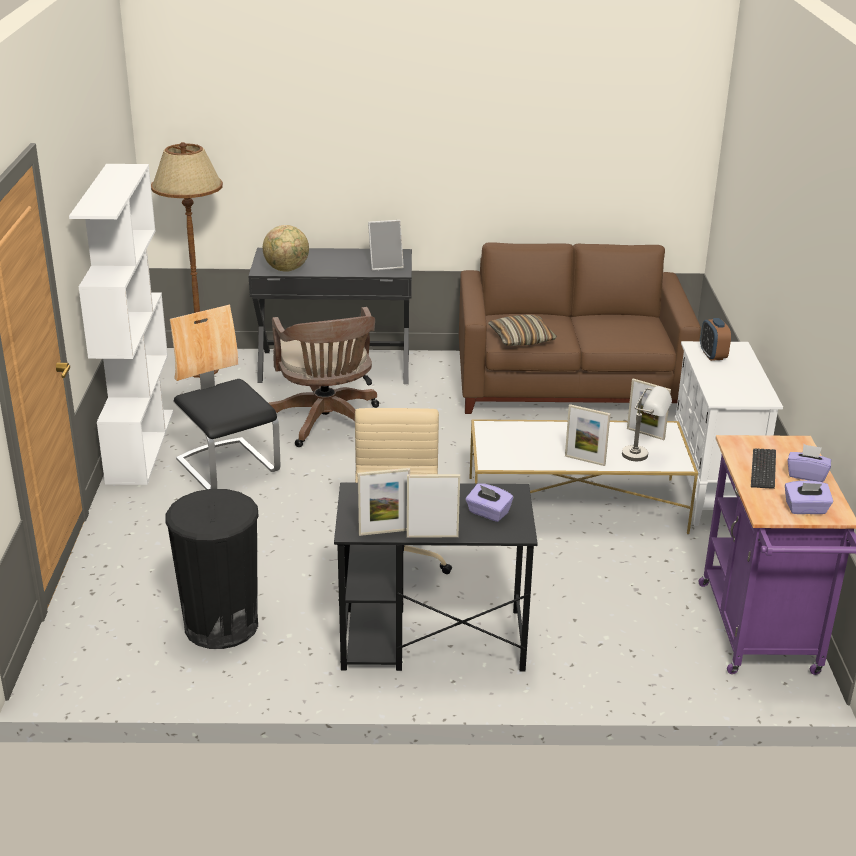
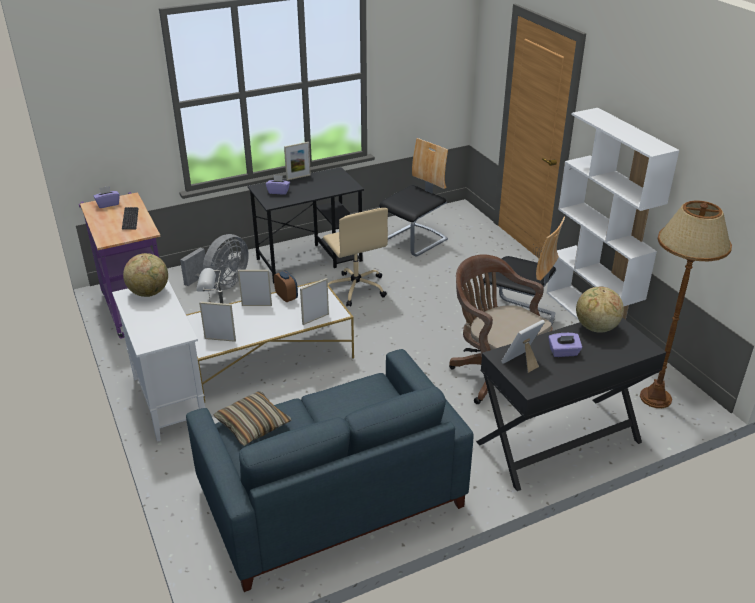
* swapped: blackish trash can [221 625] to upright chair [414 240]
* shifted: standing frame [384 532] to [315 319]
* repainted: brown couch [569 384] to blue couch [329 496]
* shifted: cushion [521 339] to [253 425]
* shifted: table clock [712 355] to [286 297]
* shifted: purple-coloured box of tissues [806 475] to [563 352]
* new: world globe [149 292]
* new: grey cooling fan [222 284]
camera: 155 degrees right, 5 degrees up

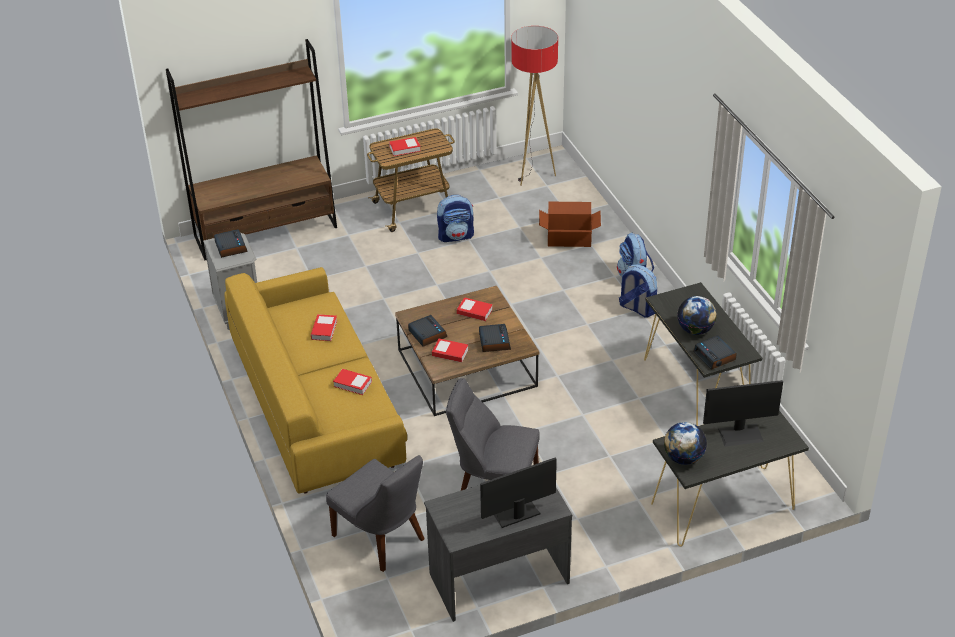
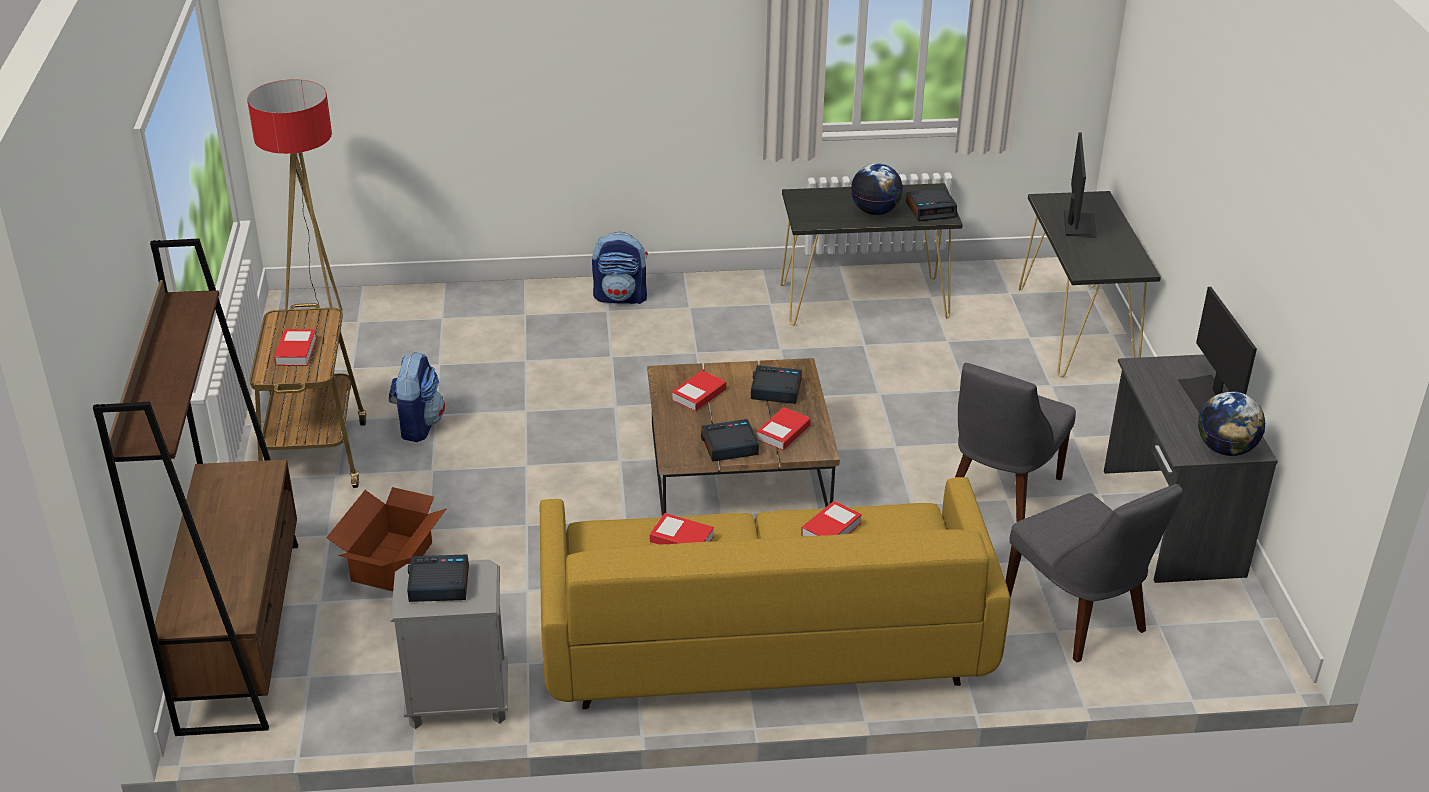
* rotated: grey upright chair [381 539] = [1079 617] 90 degrees clockwise
* shifted: cardboard box [569 238] to [393 561]
* gone: backpack [637 308]
* shifted: world globe [683 458] to [1225 449]
camera: 75 degrees left, 5 degrees down

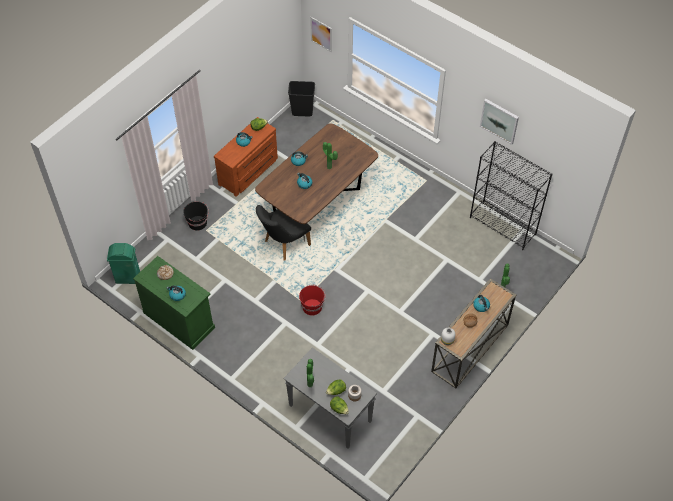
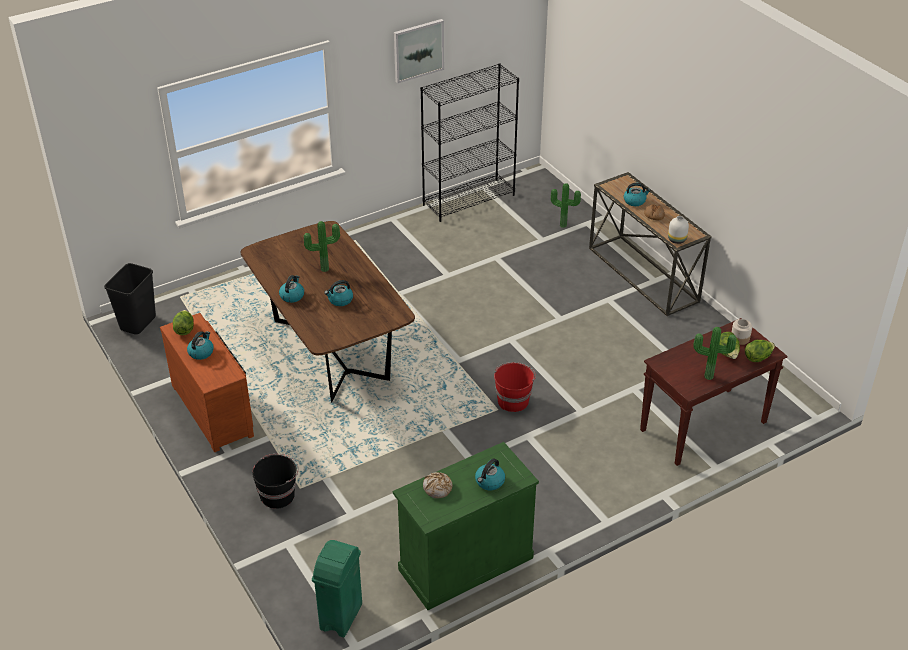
* gone: blackish upright chair [283 244]
* repainted: grey hall table [329 413] to brown hall table [703 427]
* gone: wall picture [321 34]
camera: 70 degrees left, 15 degrees down

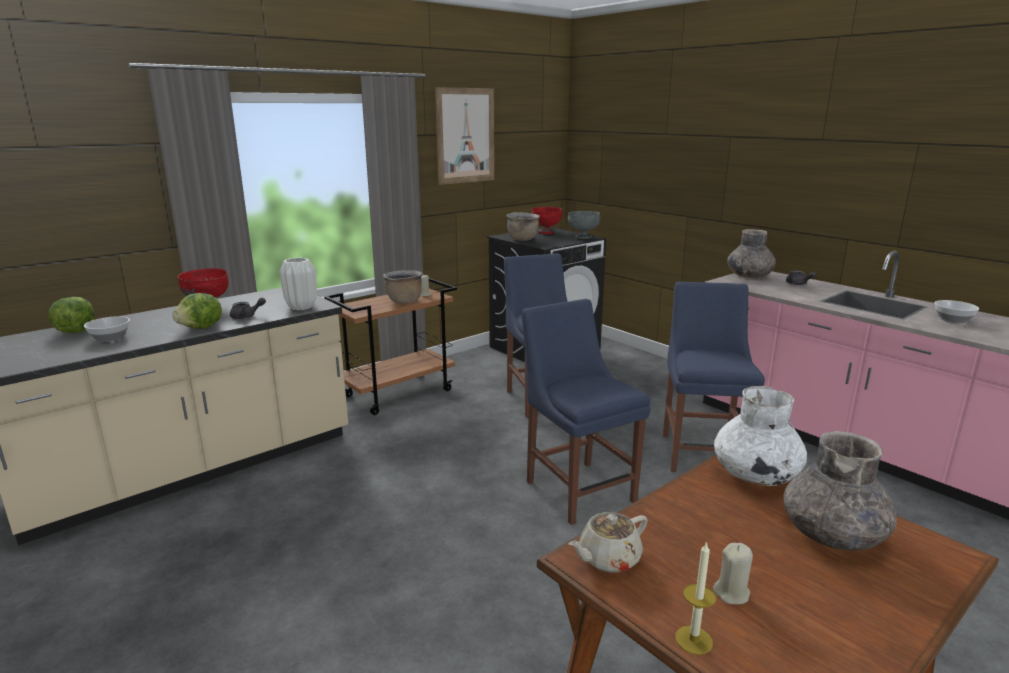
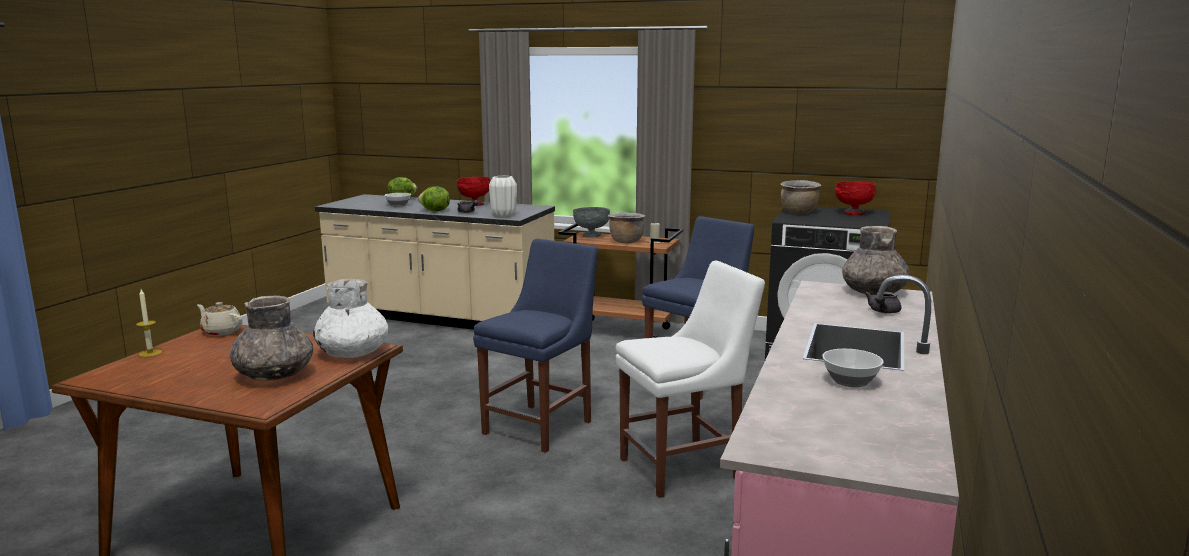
* gone: wall picture [465 136]
* shifted: grey bowl [583 237] to [591 236]
* repainted: blue upright chair [702 452] to white upright chair [685 468]
* gone: sand-coloured wax light [731 593]
camera: 60 degrees right, 5 degrees down

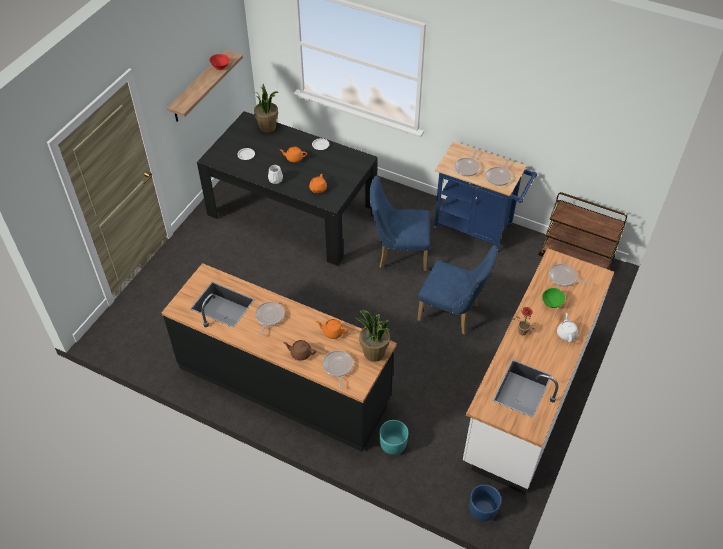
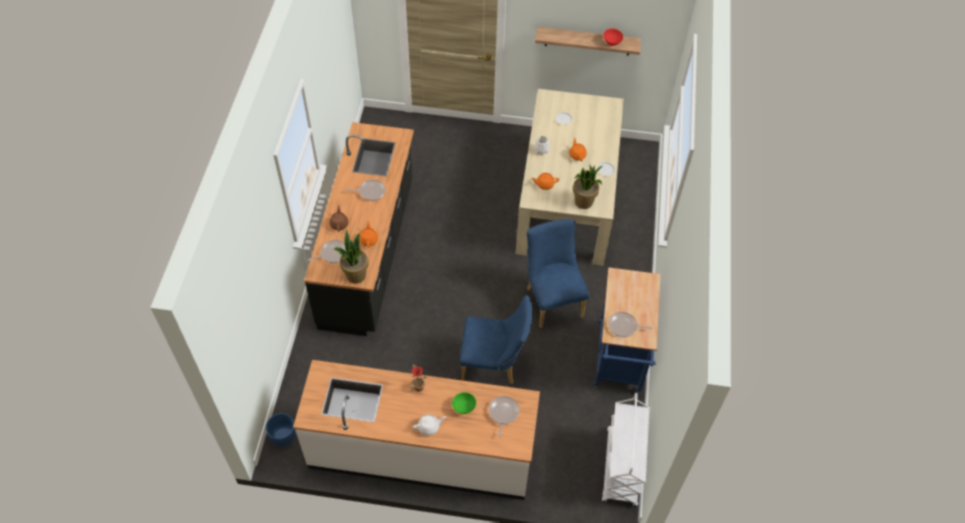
* repainted: blackish kitchen table [291 212] to sand-coloured kitchen table [566 198]
* shifted: plant in a pot [268 127] to [584 202]
* gone: turquoise-coloured flower pot [392 445]
* rotated: blue upright chair [453 314] = [494 364] 90 degrees counterclockwise
* gone: frying pan [467 168]
* repainted: brown trolley [576 257] to white trolley [621 468]
camera: 70 degrees right, 5 degrees up

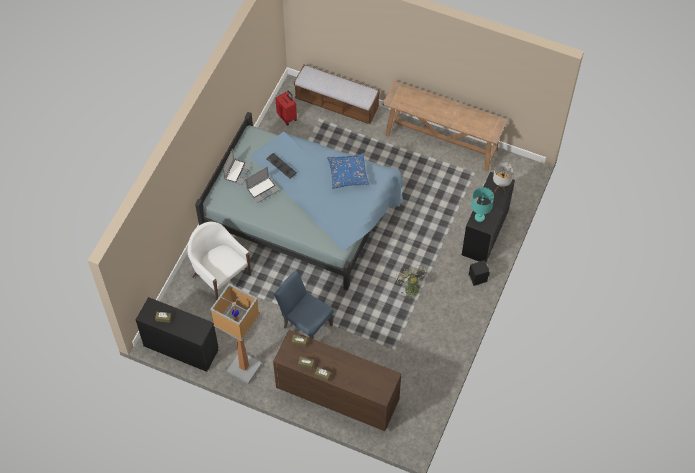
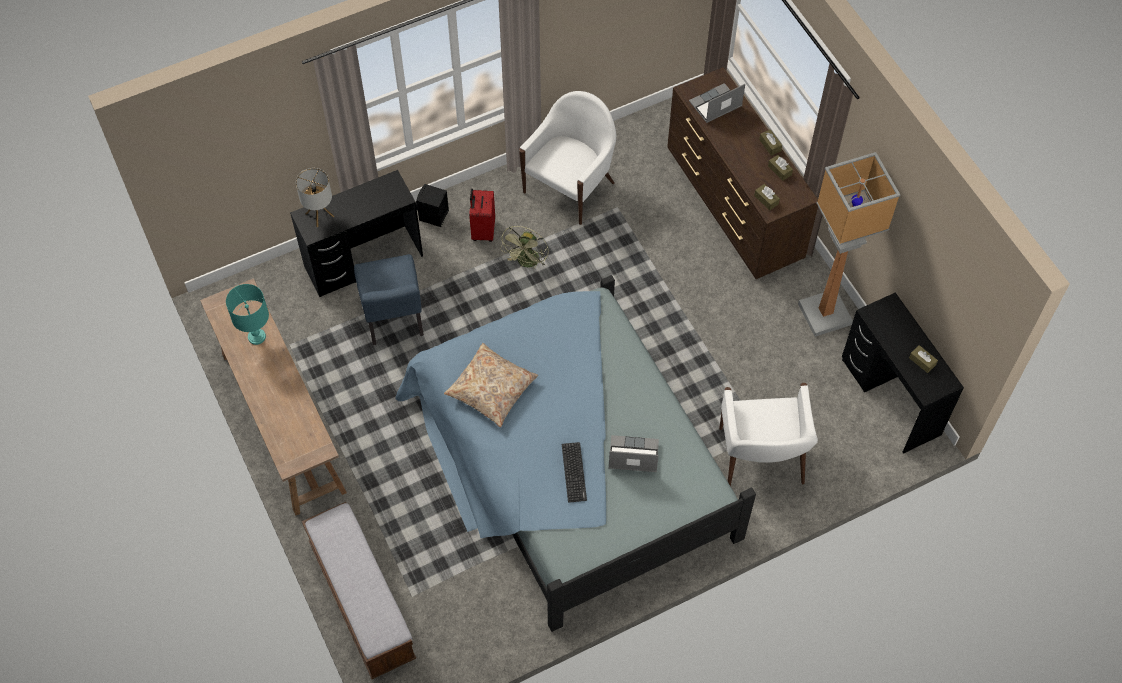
* shifted: notebook computer [237 172] to [715 105]
* shifted: blue upright chair [305 324] to [394 320]
* shifted: red travel case [287 117] to [482 230]
* repainted: blue cushion [348 174] to sand-coloured cushion [491 389]
* shifted: turquoise-coloured lamp for a table [479 217] to [257 336]
* new: white easy chair [570 186]
camera: 140 degrees left, 0 degrees up

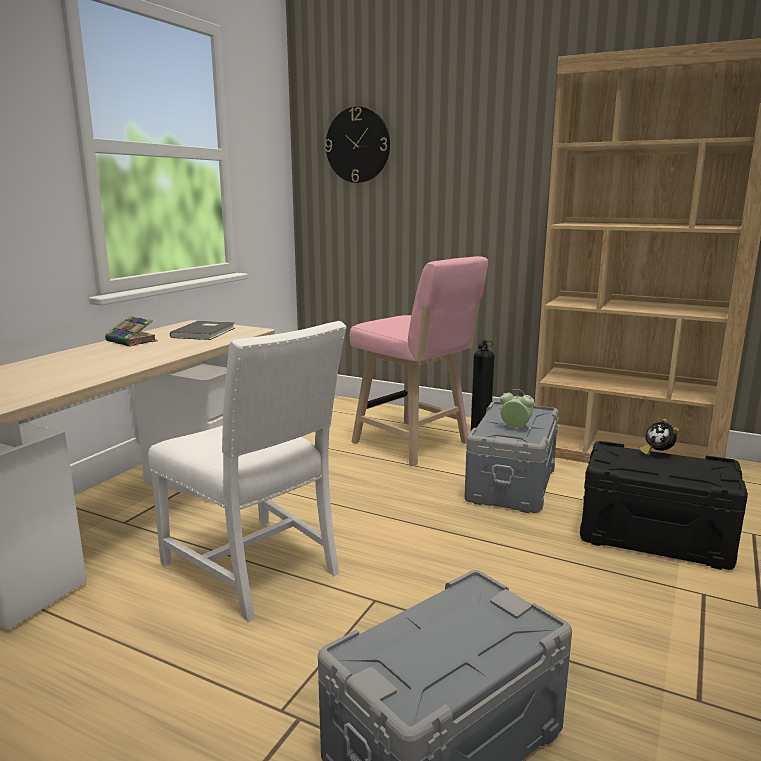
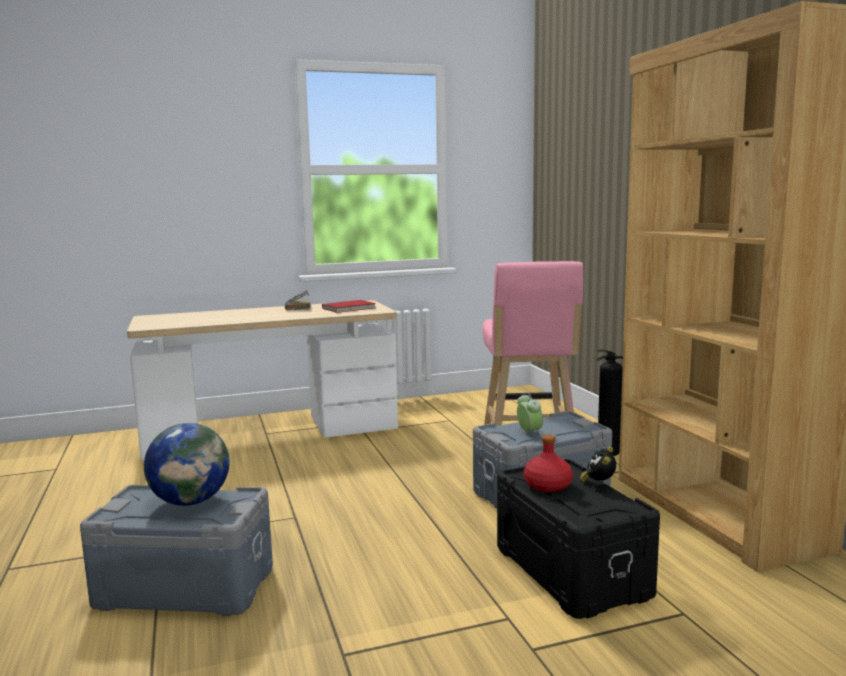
* gone: white upright chair [256 568]
* repainted: grey volume [205 332] to red volume [350 308]
* gone: wall clock [358 145]
* new: world globe [191 501]
* new: red drink bottle [547 486]
camera: 45 degrees right, 5 degrees down

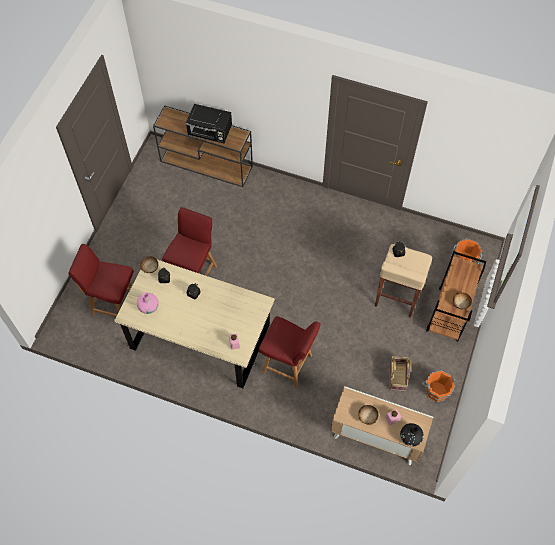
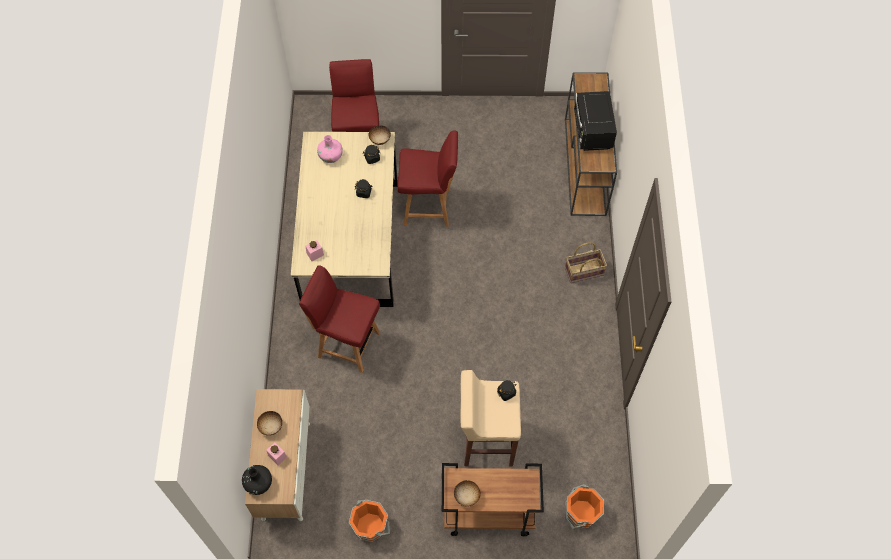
* rotated: red upright chair [288 364] = [347 344] 105 degrees clockwise
* shifted: storage basket [397 377] to [584 272]
camera: 70 degrees right, 0 degrees up

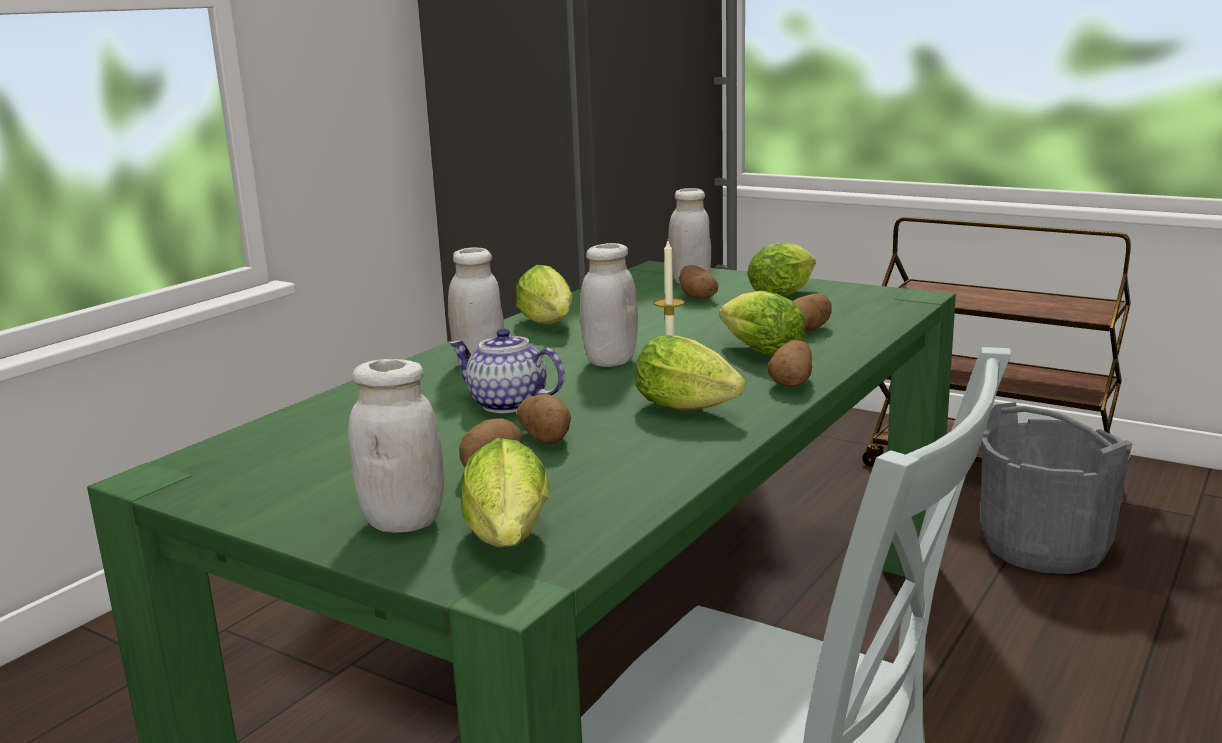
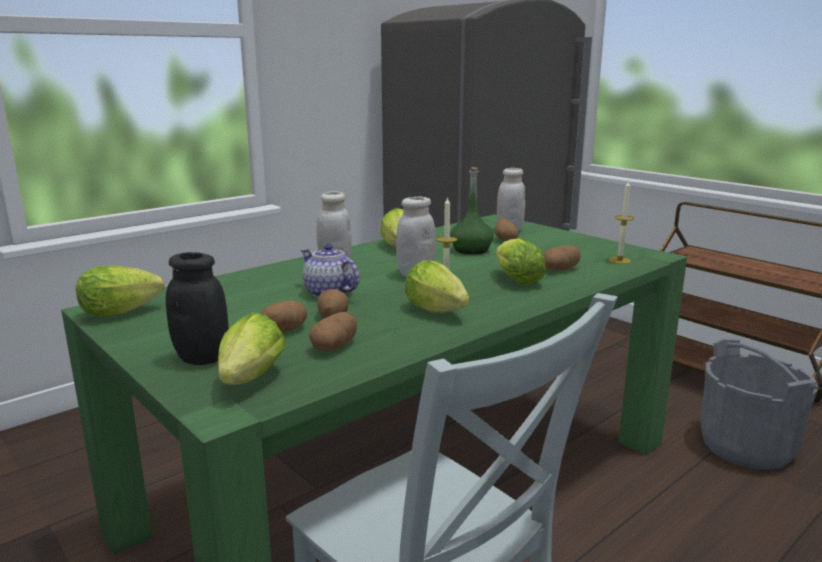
* repainted: white preserve jar [403 522] to blackish preserve jar [202 358]
* shifted: lettuce [784 294] to [125 312]
* shifted: potato [792 383] to [334 347]
* new: green drink bottle [471 250]
* new: wax light [619 260]
camera: 15 degrees right, 0 degrees up

